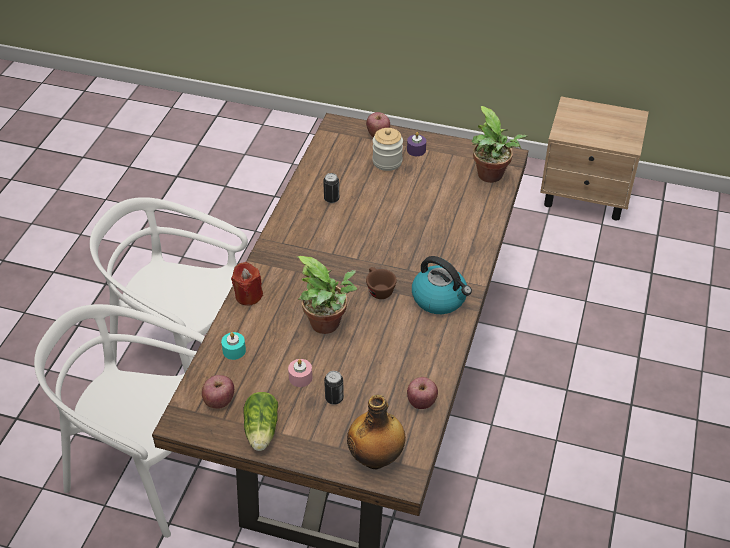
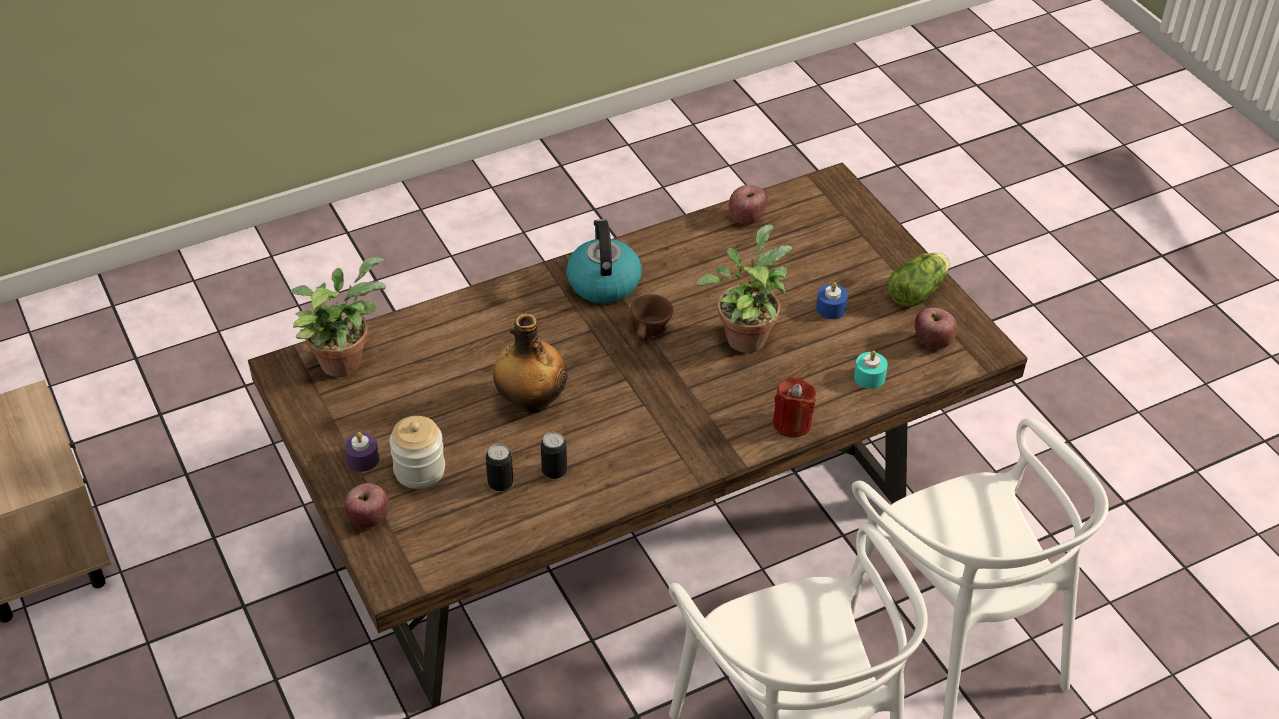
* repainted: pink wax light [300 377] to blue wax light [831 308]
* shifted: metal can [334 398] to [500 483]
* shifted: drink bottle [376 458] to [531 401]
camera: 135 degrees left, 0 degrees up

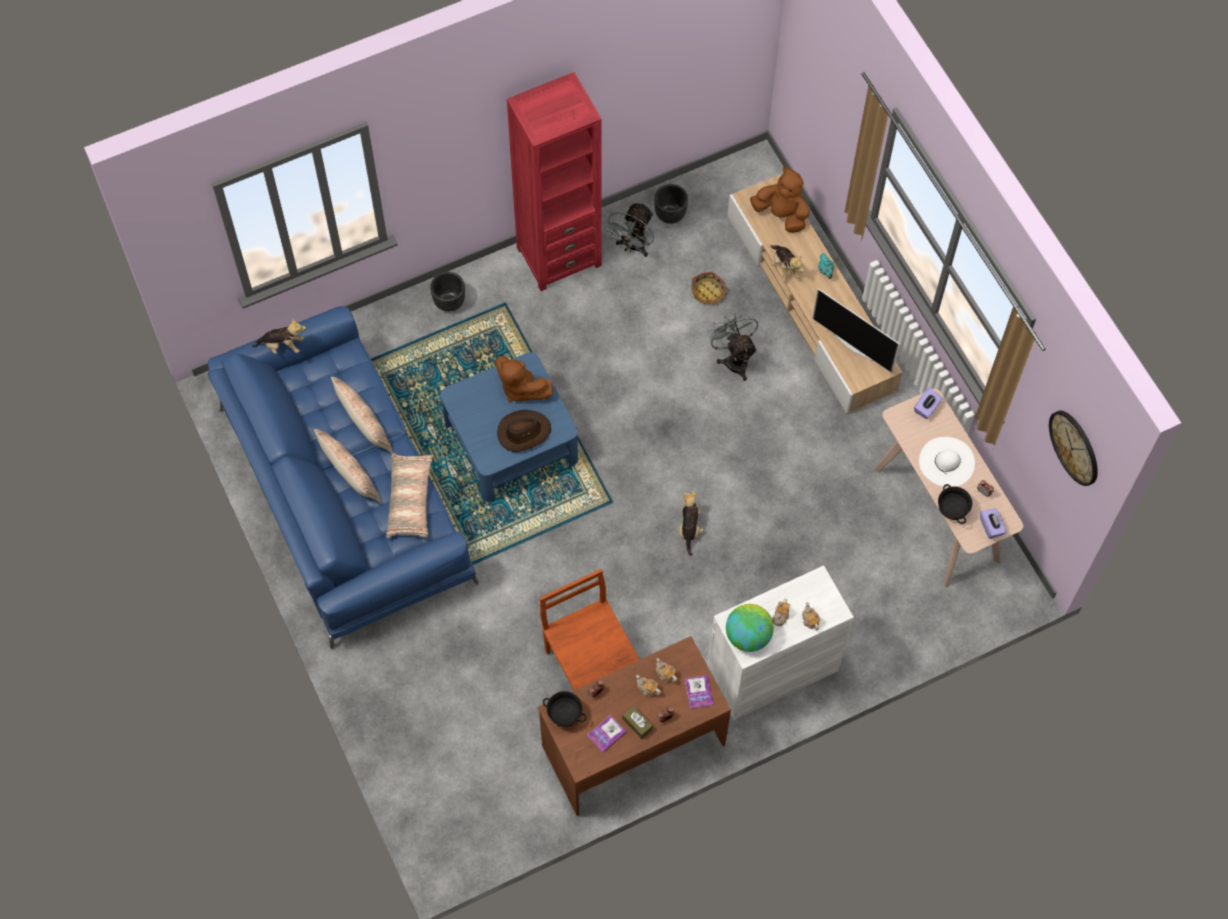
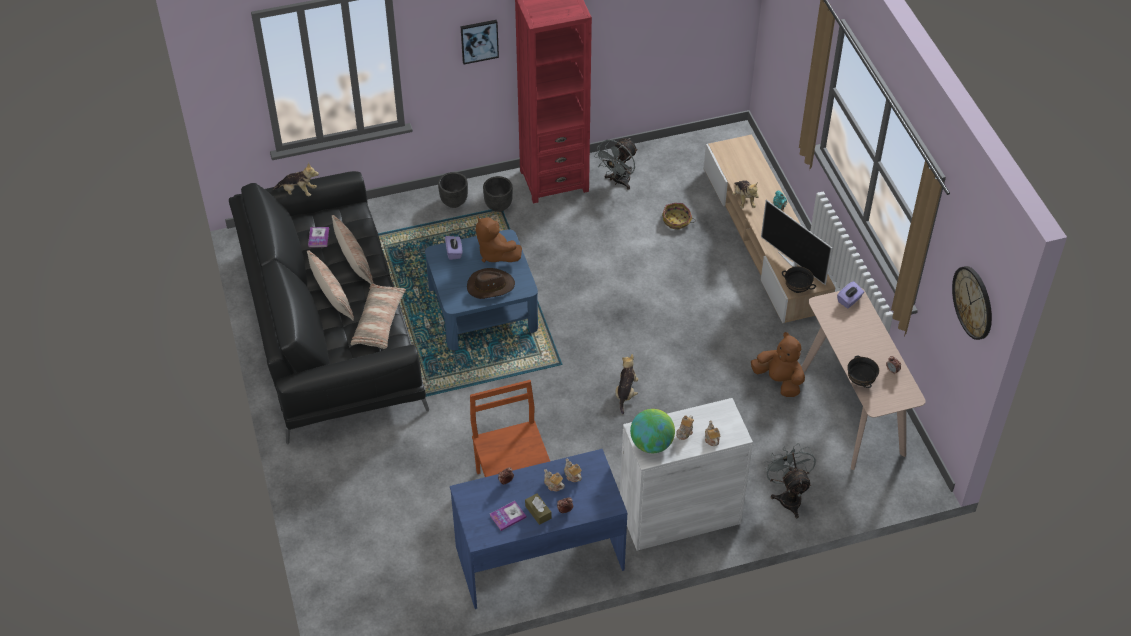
* repainted: blue couch [345 492] to blackish couch [330 327]
* repainted: brown desk unit [632 744] to blue desk unit [539 557]
* shifted: blackish bowl [565 715] to [797 288]
* shifted: blackish flower pot [669 215] to [498 206]
* shifted: volume [698 692] to [318 237]
* shifted: grey cooling fan [734 358] to [788 496]
* shifted: brown soft toy [781 214] to [779 381]
* gone: white wearable hat [947 462]
* shifted: purple-coloured box of tissues [991 527] to [454 252]
* new: wall picture [479 41]
camera: 10 degrees right, 15 degrees down

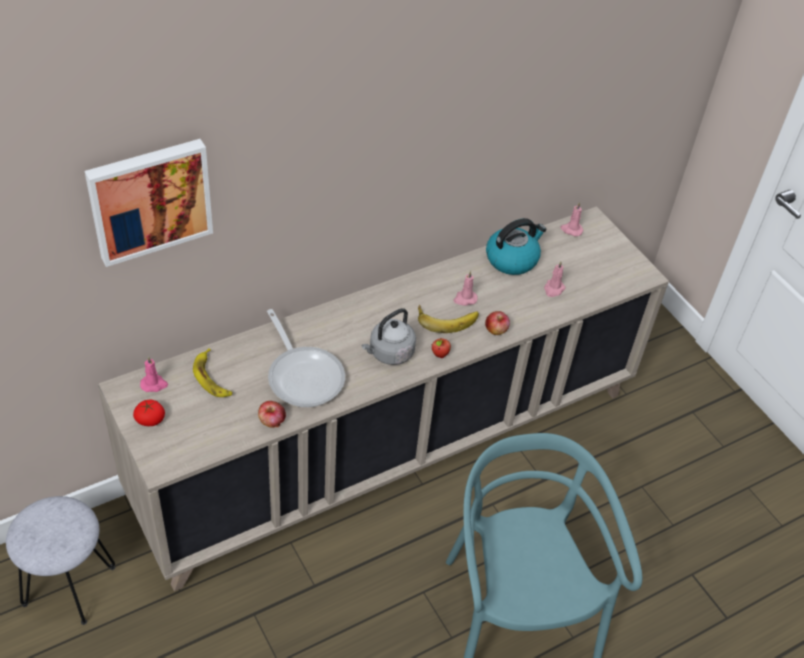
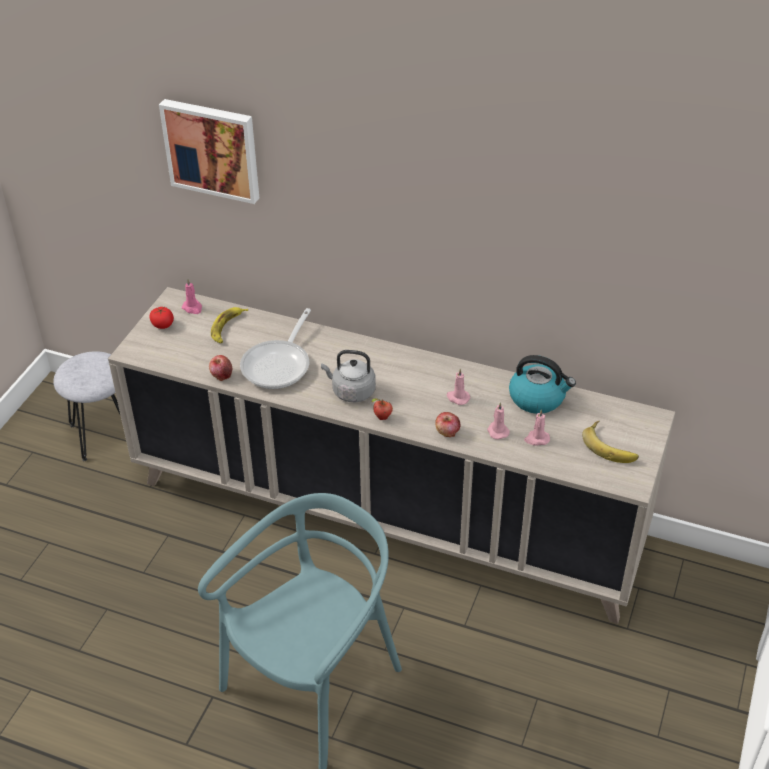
* shifted: banana [447 318] to [611 445]
* shifted: pink wax light [571 230] to [497 431]
camera: 55 degrees right, 5 degrees down

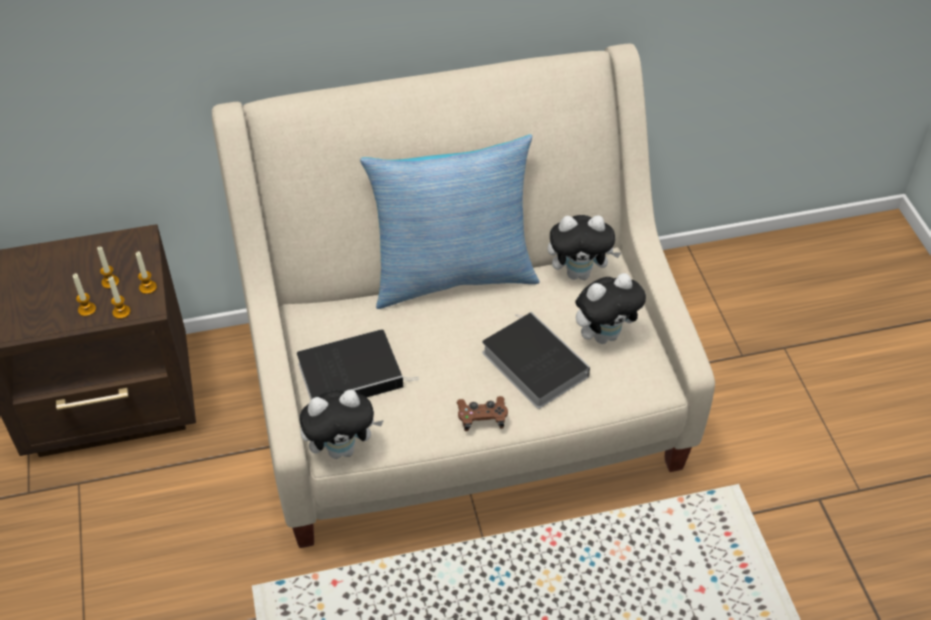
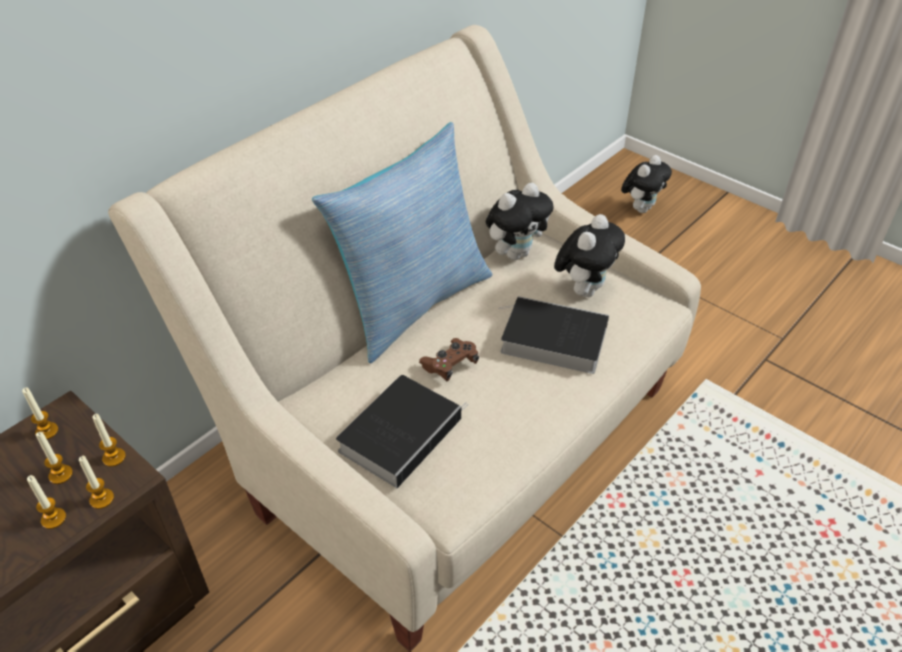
* shifted: soft toy [342 448] to [641 208]
* shifted: brown gamepad [482 418] to [450 365]
* new: wax light [47 431]
camera: 35 degrees left, 5 degrees down

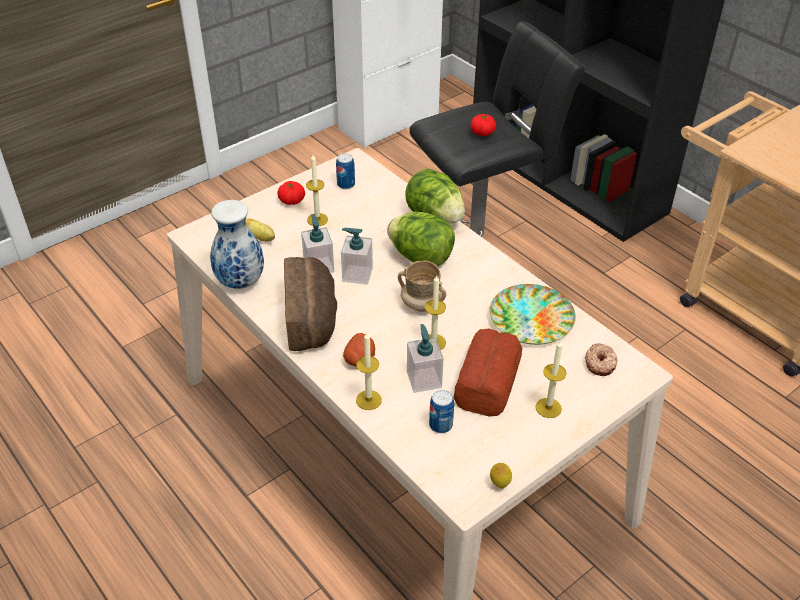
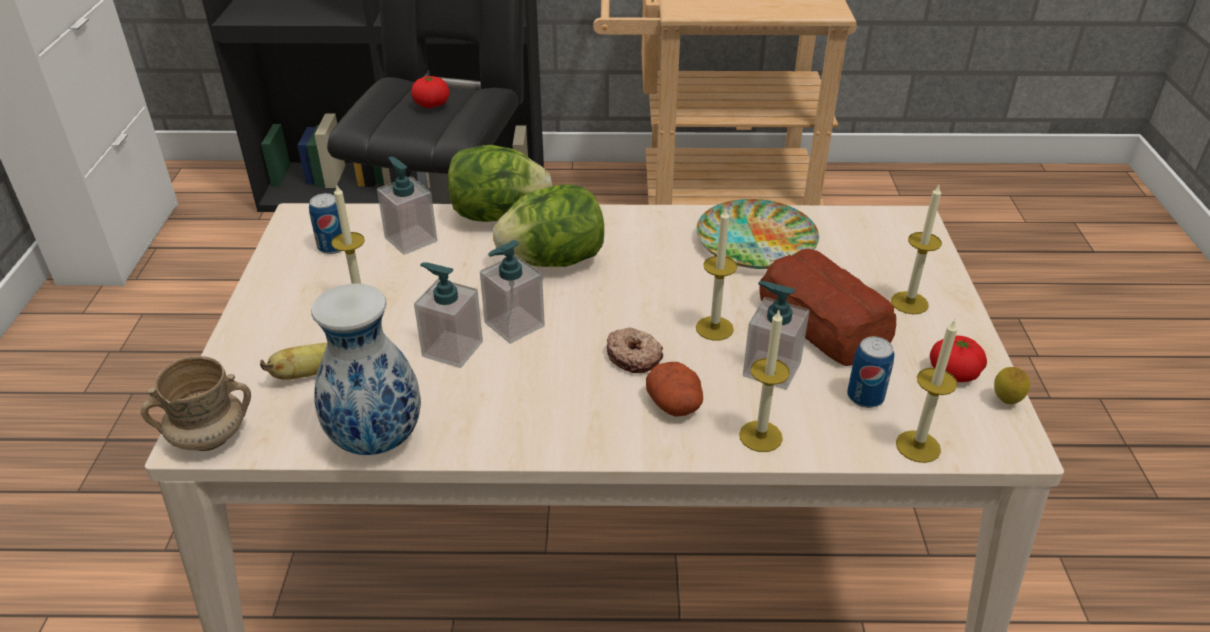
* shifted: fresh tomato [292 201] to [953 373]
* gone: baked bread [312 318]
* shifted: sand-coloured tea mug [421 304] to [209 438]
* shifted: donut [600 364] to [634 357]
* new: soap bottle [411 239]
* new: wax light [918 446]
camera: 50 degrees left, 5 degrees down

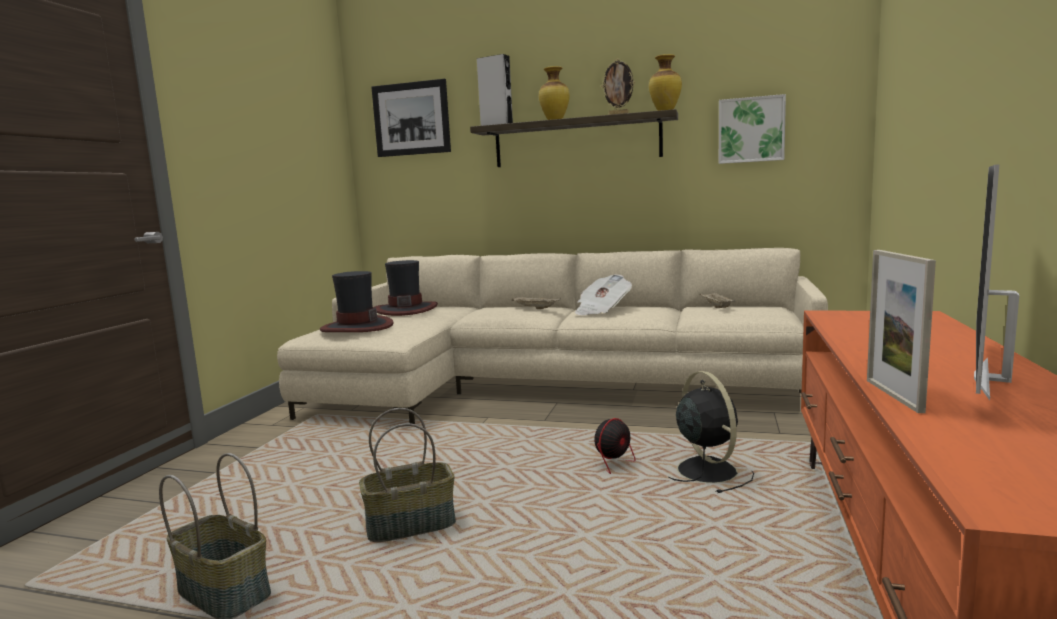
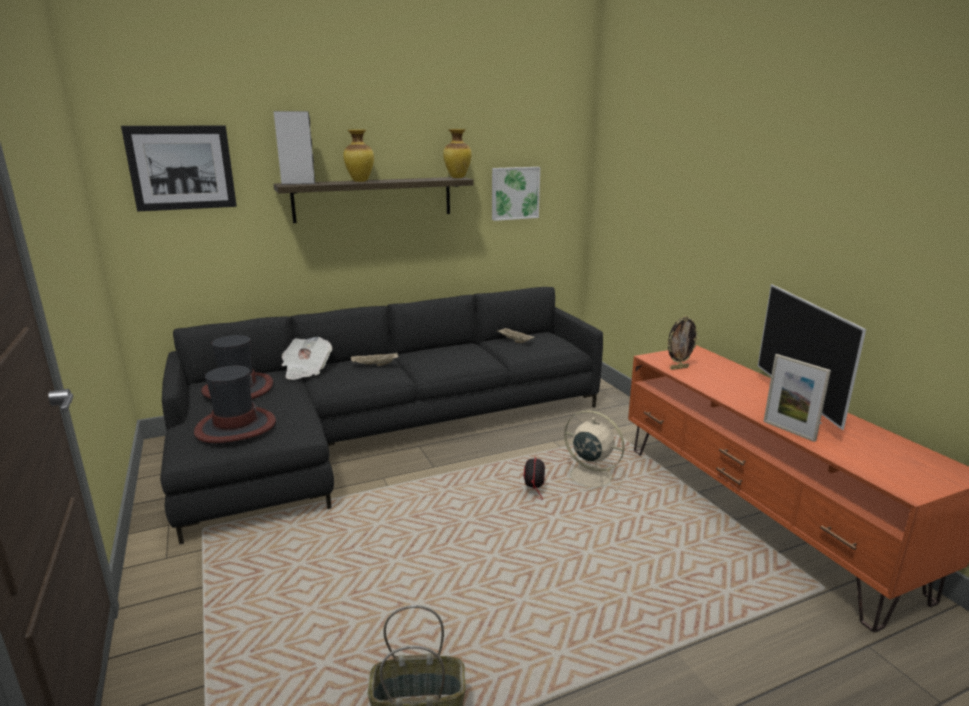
* repainted: sand-coloured couch [540 386] to blackish couch [381 432]
* gone: storage basket [411 525]
* shifted: printed paper [601 311] to [306 370]
* shifted: standing frame [618 114] to [679 368]
* repainted: blackish cooling fan [705 470] to sand-coloured cooling fan [589 476]
camera: 40 degrees left, 10 degrees up

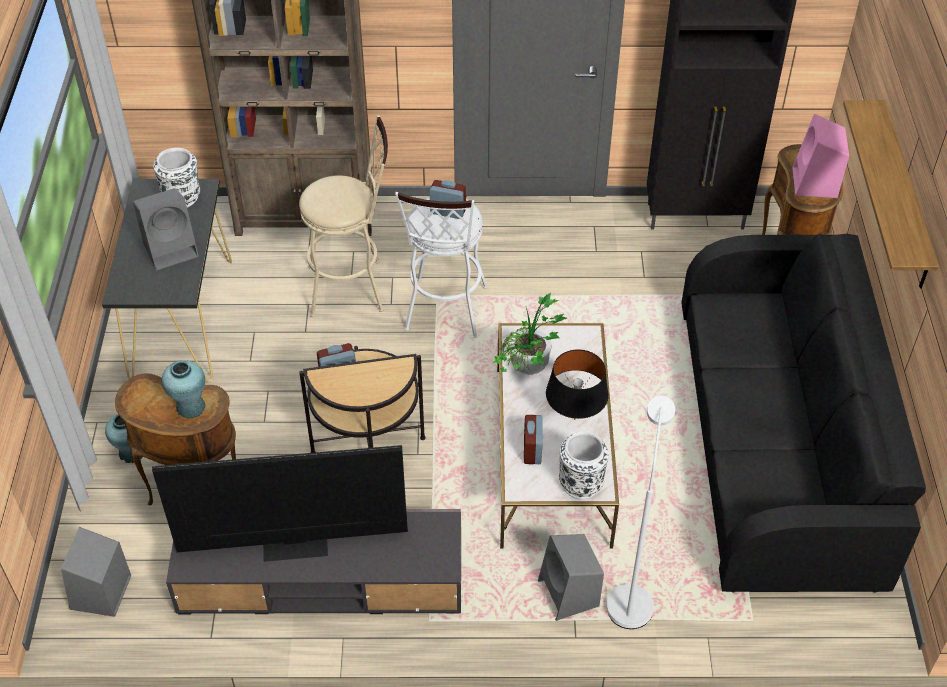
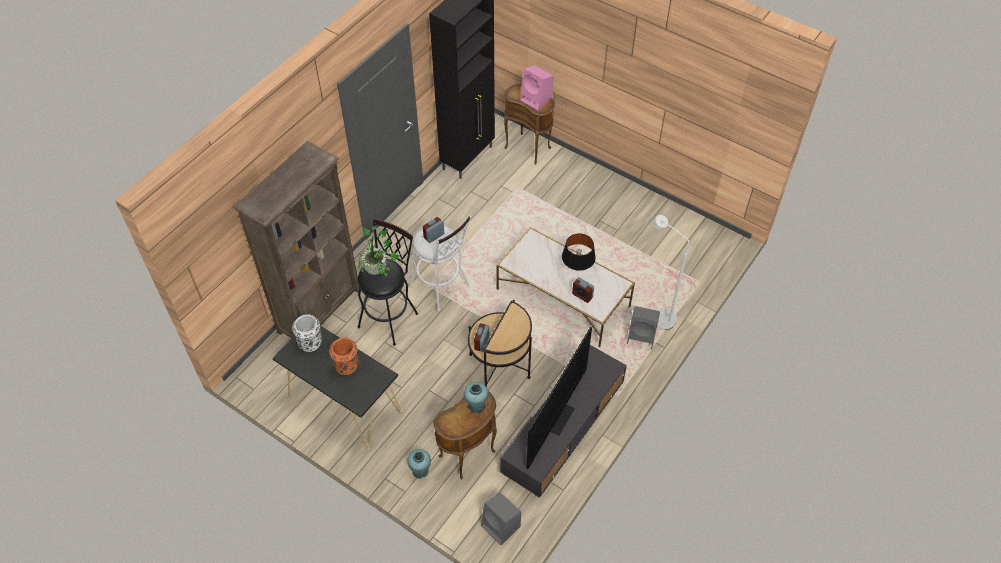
* swapped: grey speaker [172 249] to orangey vase [347 365]
* repainted: sand-coloured stool [354 288] to blackish stool [391 316]
* shifted: plant in a pot [527 372] to [378 272]
* gone: white vase [580 483]
* gone: blackish couch [778 442]
* gone: bracket shelf [904 196]
camera: 55 degrees left, 5 degrees up

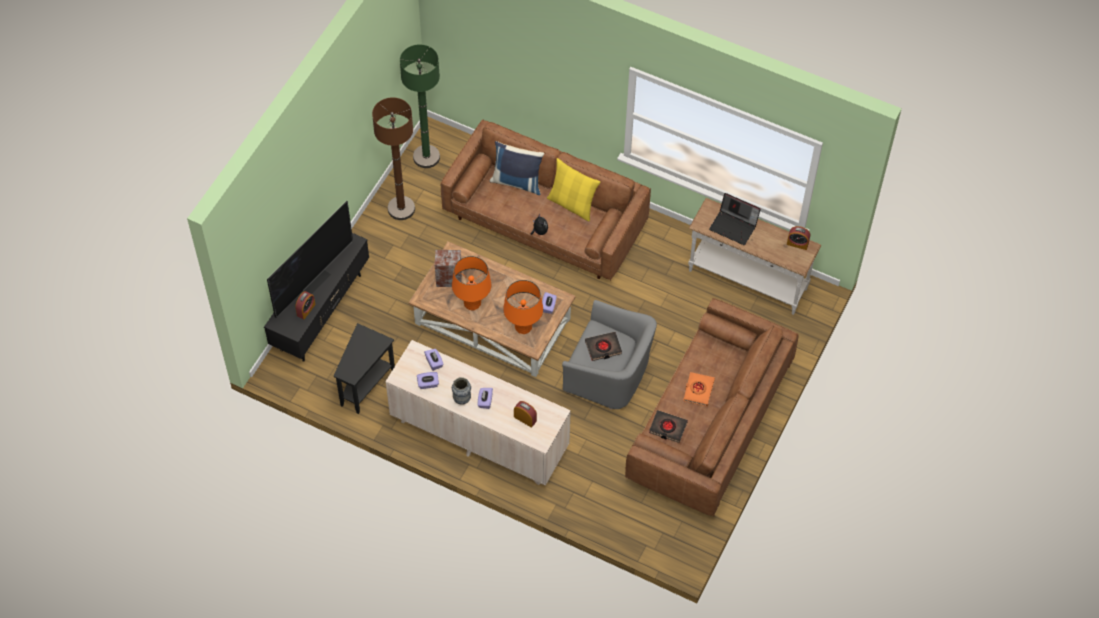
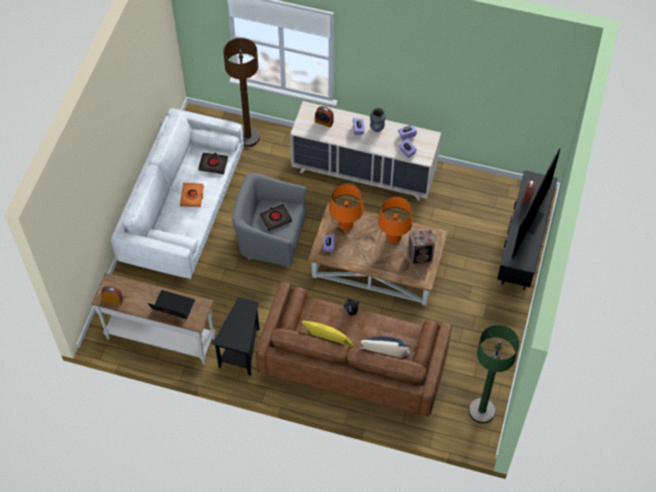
* shifted: blackish side table [366 384] to [241 351]
* shifted: brown standing lamp [401 208] to [248 137]
* repainted: brown couch [708 424] to white couch [183 210]
camera: 170 degrees right, 0 degrees up

